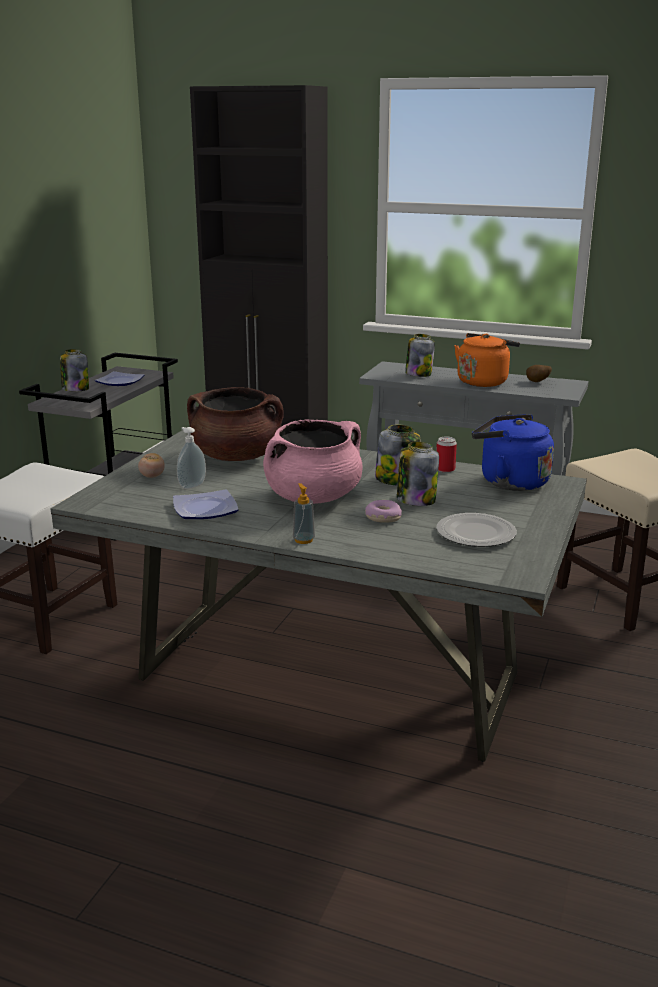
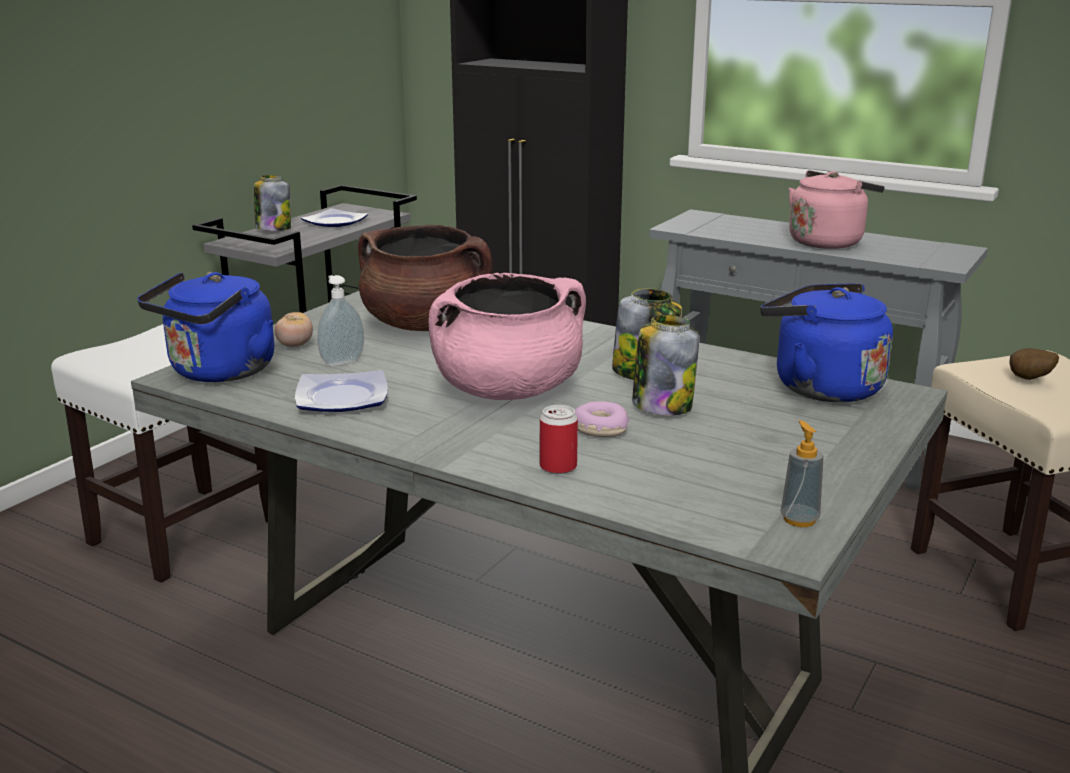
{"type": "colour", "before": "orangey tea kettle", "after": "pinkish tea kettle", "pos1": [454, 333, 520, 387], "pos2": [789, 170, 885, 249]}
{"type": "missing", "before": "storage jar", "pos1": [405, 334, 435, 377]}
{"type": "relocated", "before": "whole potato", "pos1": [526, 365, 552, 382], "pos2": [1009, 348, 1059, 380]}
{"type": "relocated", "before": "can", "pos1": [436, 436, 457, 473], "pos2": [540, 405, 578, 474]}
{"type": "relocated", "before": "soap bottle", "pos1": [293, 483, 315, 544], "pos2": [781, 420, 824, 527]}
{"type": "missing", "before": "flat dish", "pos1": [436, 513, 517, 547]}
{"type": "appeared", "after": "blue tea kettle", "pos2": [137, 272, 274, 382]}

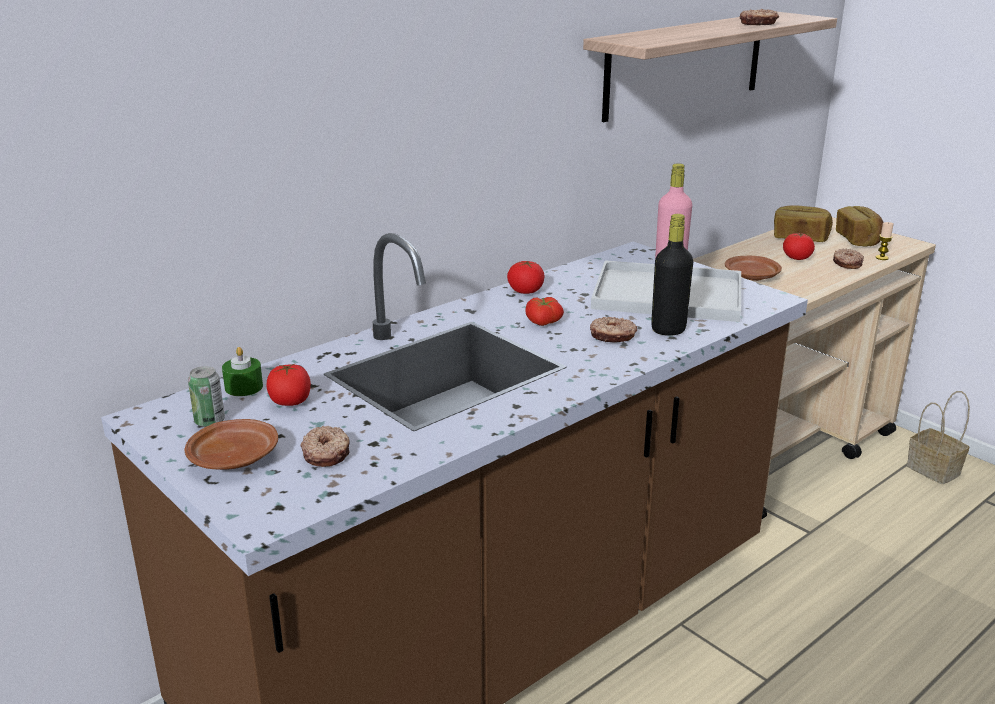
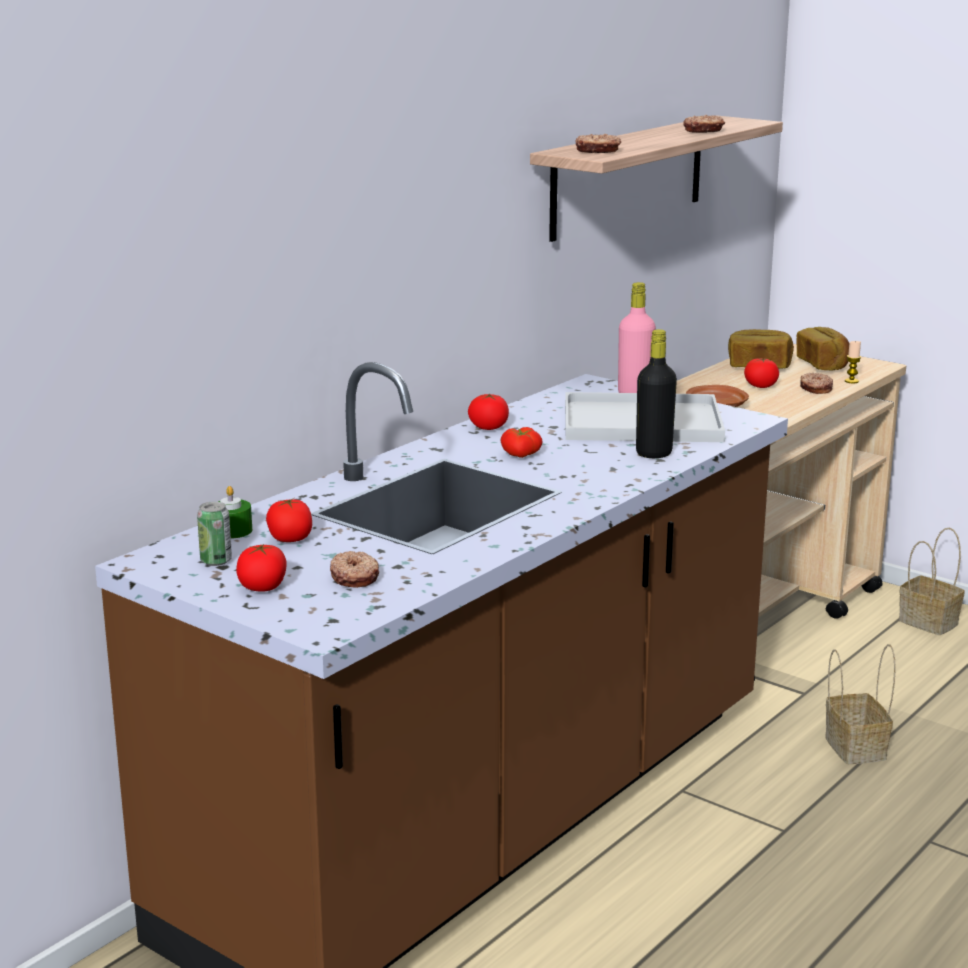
{"type": "relocated", "before": "ring doughnut", "pos1": [590, 317, 637, 343], "pos2": [575, 134, 621, 153]}
{"type": "exchanged", "before": "brownish flat dish", "after": "whole tomato", "pos1": [184, 419, 278, 470], "pos2": [236, 544, 287, 592]}
{"type": "appeared", "after": "household basket", "pos2": [825, 644, 896, 764]}

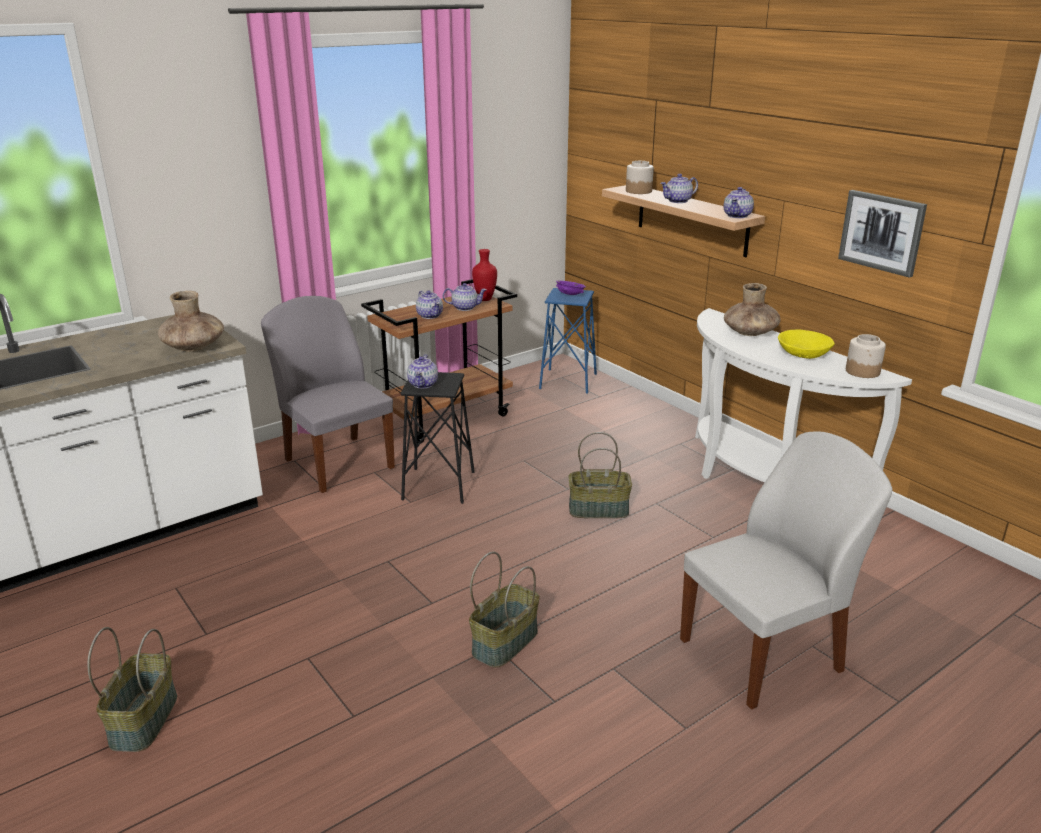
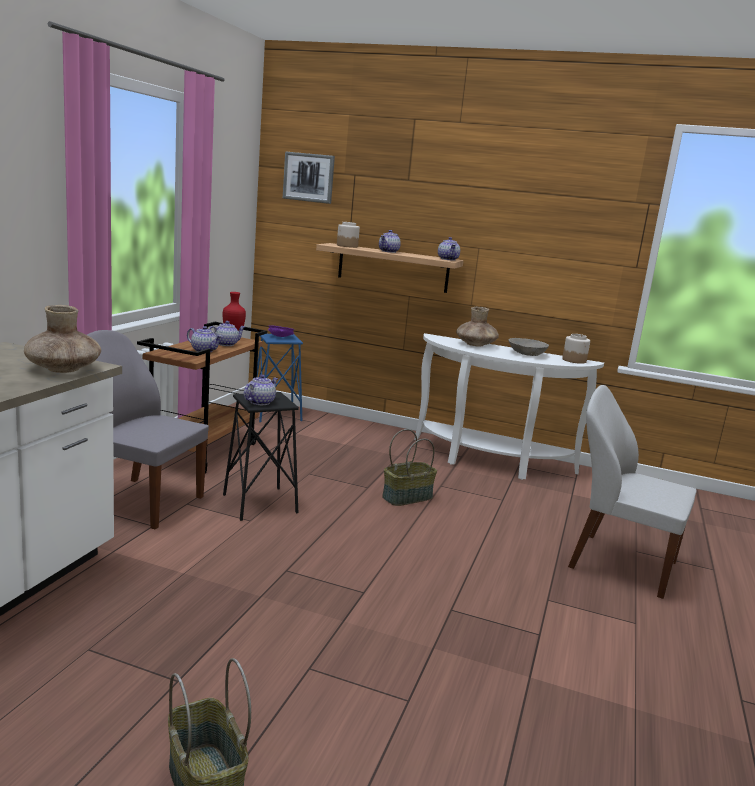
{"type": "relocated", "before": "picture", "pos1": [838, 190, 927, 278], "pos2": [283, 151, 335, 204]}
{"type": "colour", "before": "yellow bowl", "after": "grey bowl", "pos1": [778, 330, 835, 359], "pos2": [508, 338, 549, 356]}
{"type": "spun", "before": "teapot", "pos1": [407, 354, 438, 388], "pos2": [244, 375, 278, 405], "turn": -120}
{"type": "spun", "before": "white upright chair", "pos1": [680, 431, 893, 710], "pos2": [568, 385, 697, 599], "turn": -90}
{"type": "missing", "before": "household basket", "pos1": [469, 551, 540, 668]}

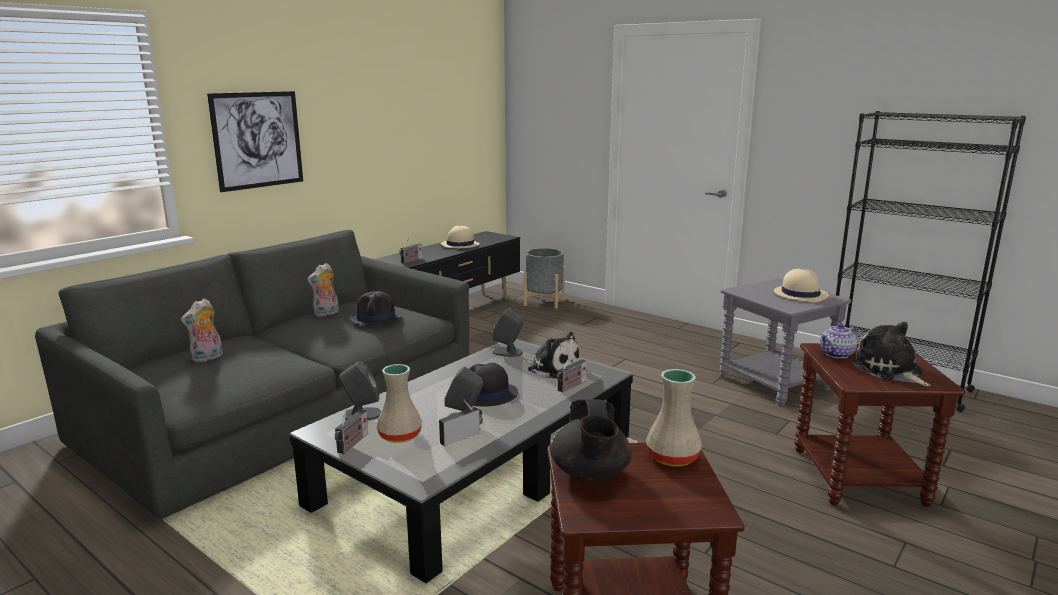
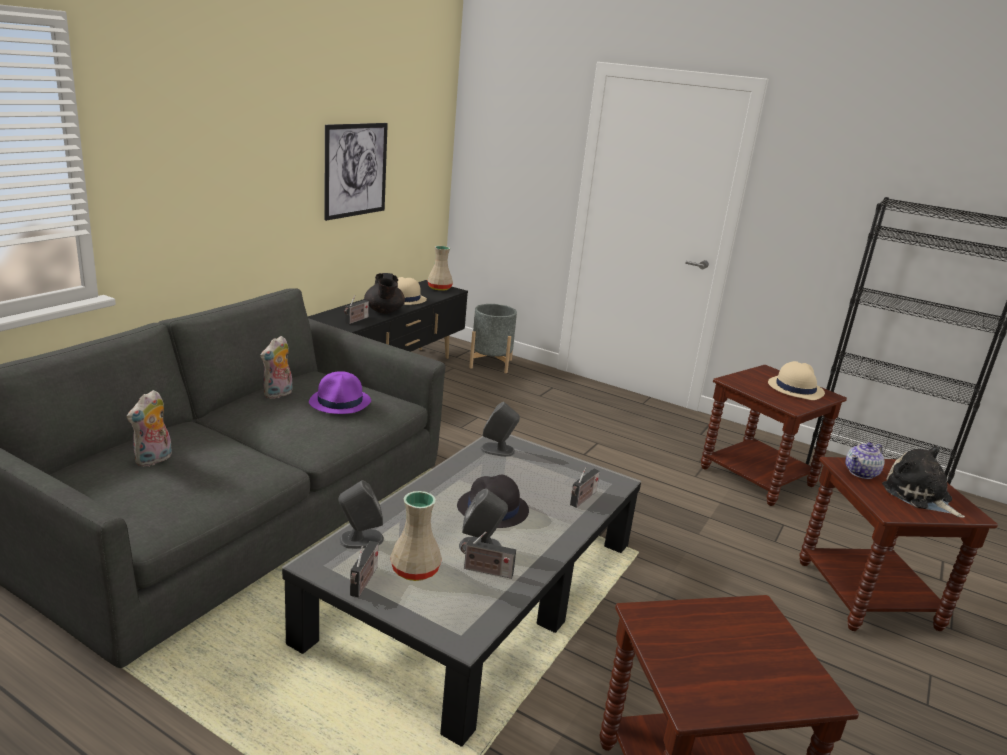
{"type": "relocated", "before": "picture", "pos1": [207, 91, 303, 192], "pos2": [324, 123, 388, 221]}
{"type": "colour", "before": "grey end table", "after": "brownish end table", "pos1": [719, 278, 851, 406], "pos2": [701, 365, 847, 506]}
{"type": "colour", "before": "black hat", "after": "purple-coloured hat", "pos1": [349, 291, 403, 325], "pos2": [309, 371, 371, 414]}
{"type": "missing", "before": "cuddly toy", "pos1": [521, 332, 580, 379]}
{"type": "relocated", "before": "sand-coloured vase", "pos1": [646, 369, 702, 466], "pos2": [427, 246, 453, 291]}
{"type": "relocated", "before": "black teapot", "pos1": [550, 399, 631, 482], "pos2": [364, 273, 405, 314]}
{"type": "spun", "before": "radio set", "pos1": [439, 400, 482, 446], "pos2": [461, 532, 516, 579], "turn": -120}

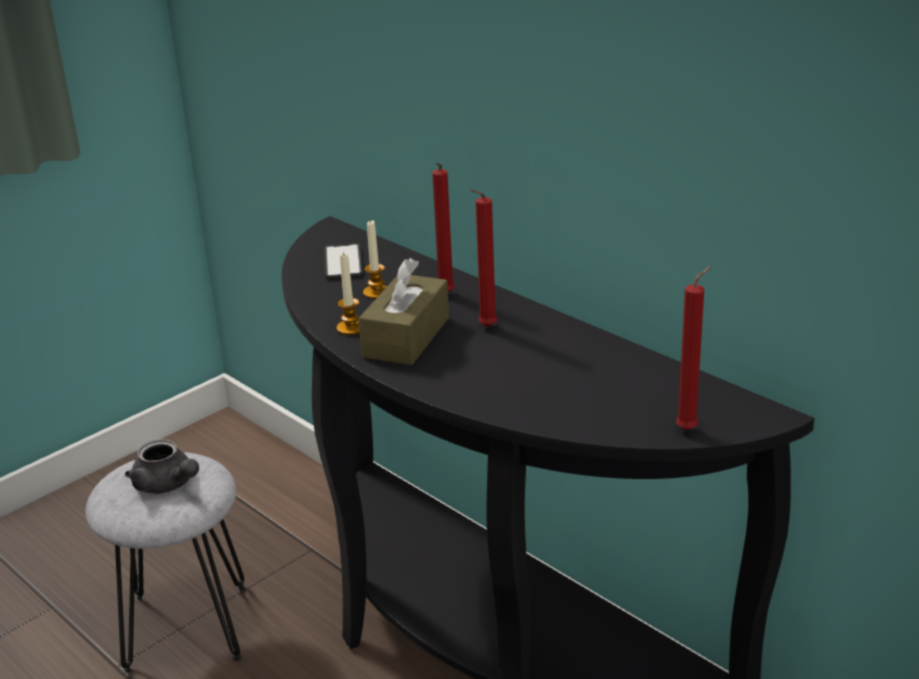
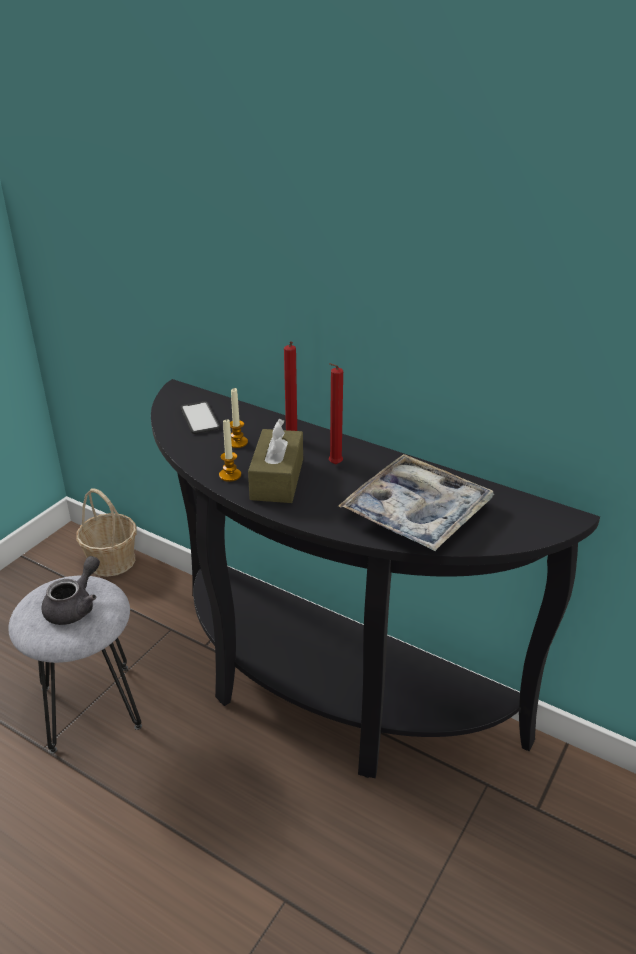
{"type": "missing", "before": "red wax light", "pos1": [676, 266, 711, 430]}
{"type": "spun", "before": "grey teapot", "pos1": [125, 439, 199, 494], "pos2": [42, 556, 100, 625], "turn": -90}
{"type": "appeared", "after": "serving tray", "pos2": [338, 454, 494, 551]}
{"type": "appeared", "after": "household basket", "pos2": [76, 488, 137, 577]}

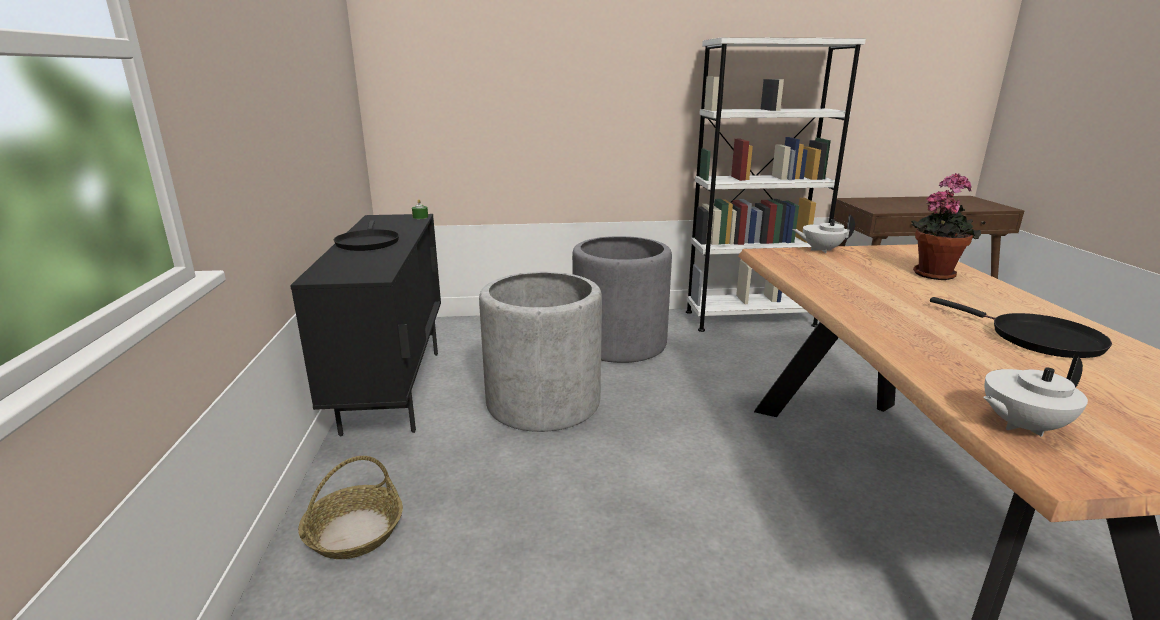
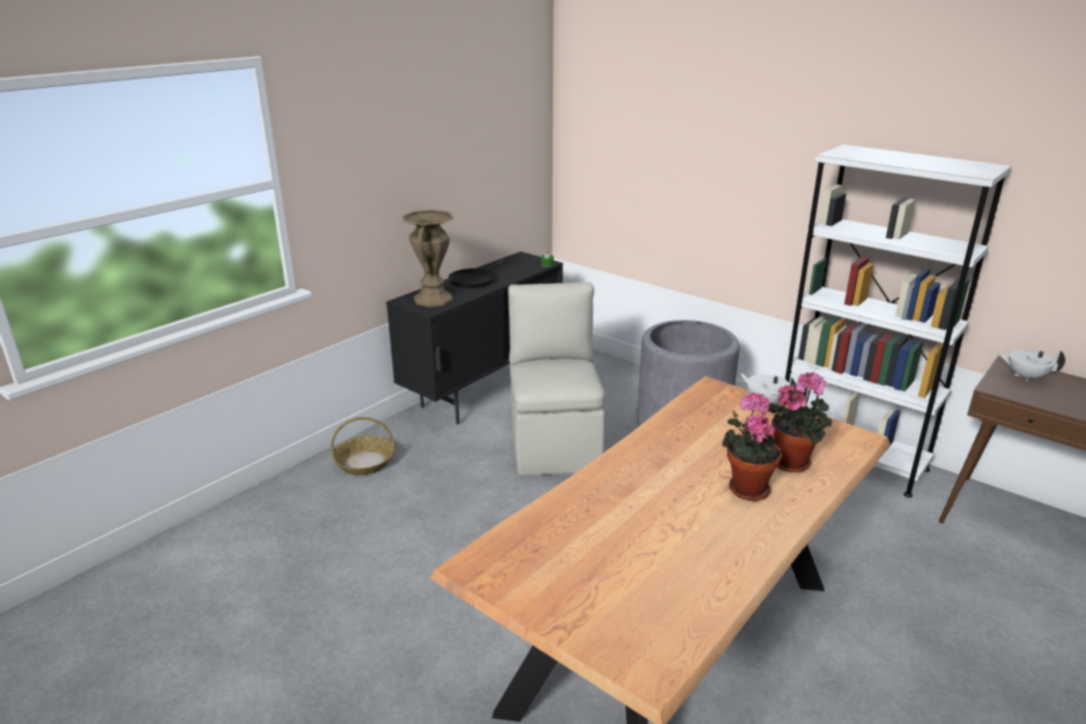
{"type": "exchanged", "before": "grey planter", "after": "sand-coloured upright chair", "pos1": [479, 272, 602, 432], "pos2": [508, 282, 605, 476]}
{"type": "missing", "before": "black frying pan", "pos1": [930, 297, 1112, 358]}
{"type": "relocated", "before": "white teapot", "pos1": [983, 355, 1088, 437], "pos2": [997, 350, 1065, 381]}
{"type": "appeared", "after": "brownish vase", "pos2": [402, 210, 454, 307]}
{"type": "appeared", "after": "houseplant", "pos2": [722, 392, 782, 501]}

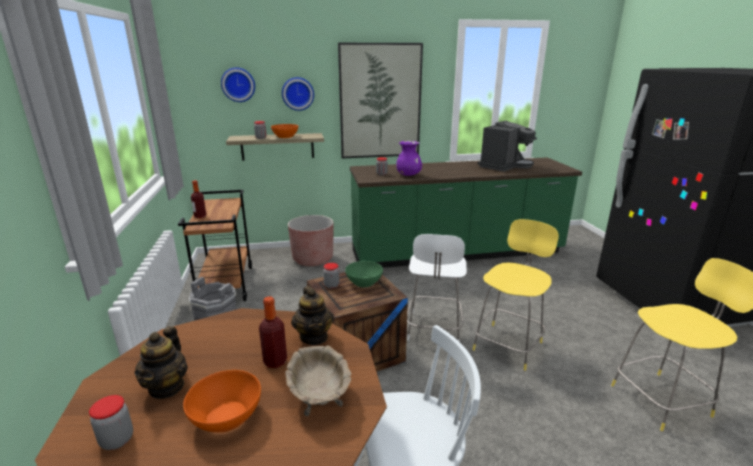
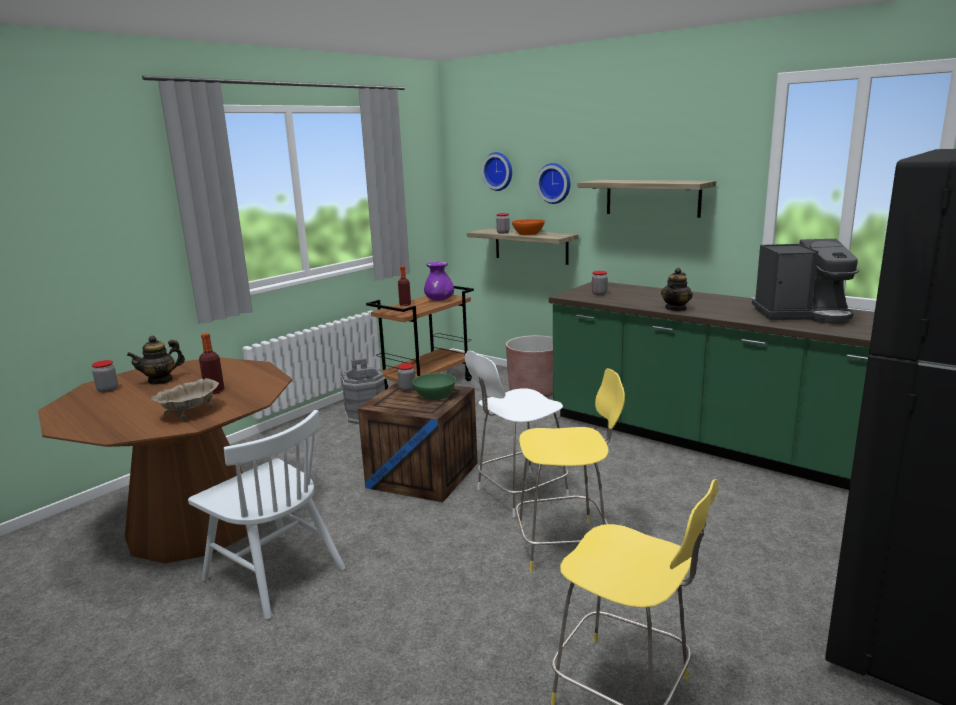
{"type": "exchanged", "before": "picture", "after": "wall shelf", "pos1": [338, 43, 423, 158], "pos2": [577, 180, 716, 218]}
{"type": "relocated", "before": "purple-coloured vase", "pos1": [396, 141, 422, 176], "pos2": [424, 262, 454, 301]}
{"type": "relocated", "before": "teapot", "pos1": [291, 286, 334, 345], "pos2": [661, 268, 693, 311]}
{"type": "missing", "before": "orangey bowl", "pos1": [183, 370, 261, 433]}

